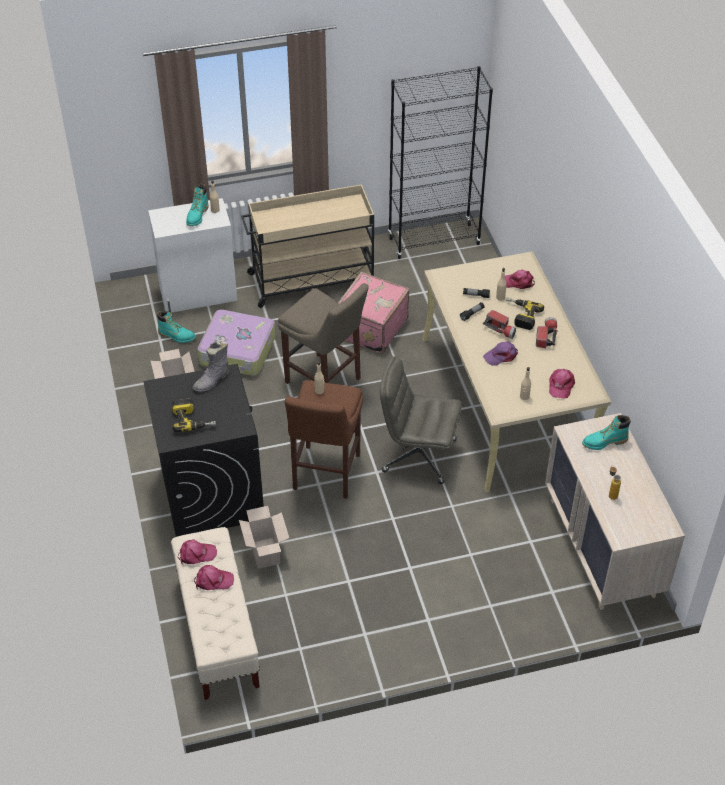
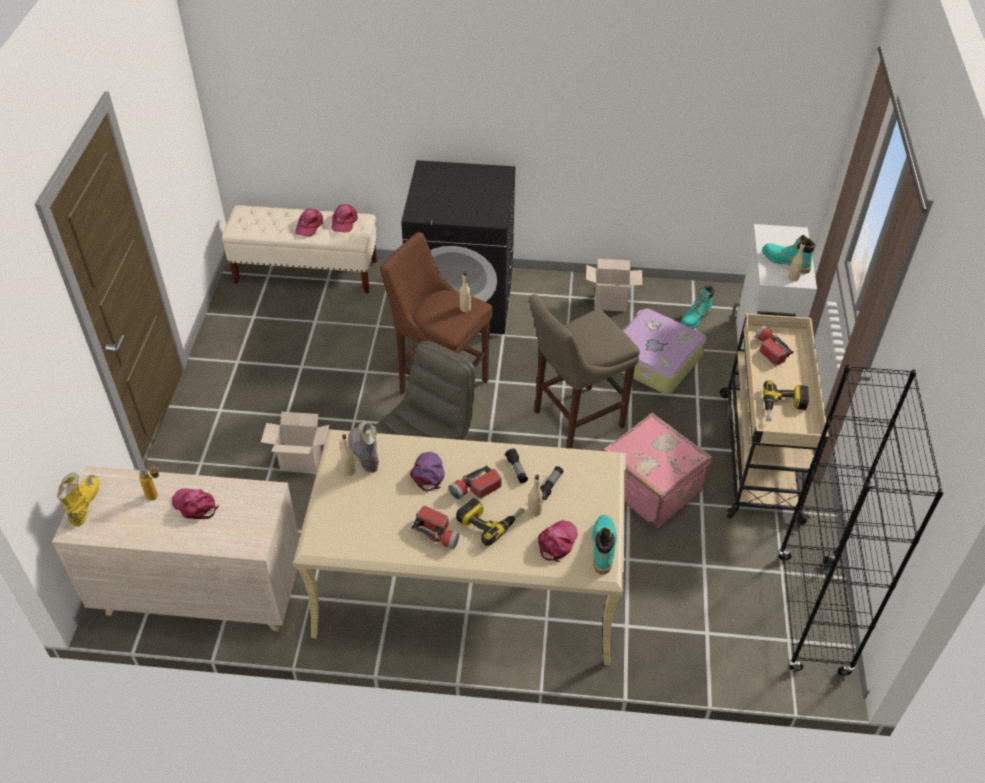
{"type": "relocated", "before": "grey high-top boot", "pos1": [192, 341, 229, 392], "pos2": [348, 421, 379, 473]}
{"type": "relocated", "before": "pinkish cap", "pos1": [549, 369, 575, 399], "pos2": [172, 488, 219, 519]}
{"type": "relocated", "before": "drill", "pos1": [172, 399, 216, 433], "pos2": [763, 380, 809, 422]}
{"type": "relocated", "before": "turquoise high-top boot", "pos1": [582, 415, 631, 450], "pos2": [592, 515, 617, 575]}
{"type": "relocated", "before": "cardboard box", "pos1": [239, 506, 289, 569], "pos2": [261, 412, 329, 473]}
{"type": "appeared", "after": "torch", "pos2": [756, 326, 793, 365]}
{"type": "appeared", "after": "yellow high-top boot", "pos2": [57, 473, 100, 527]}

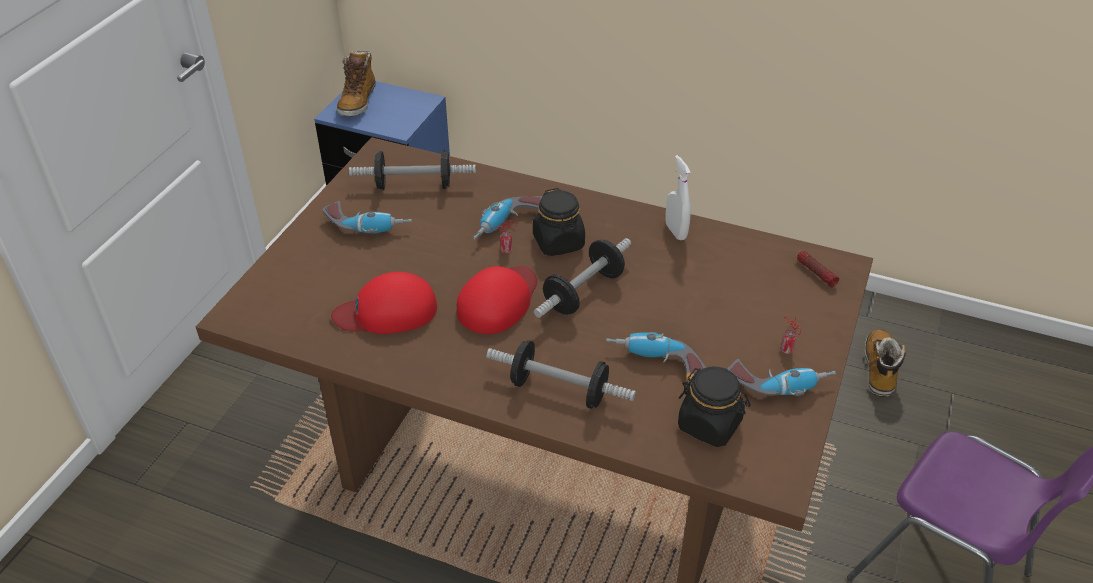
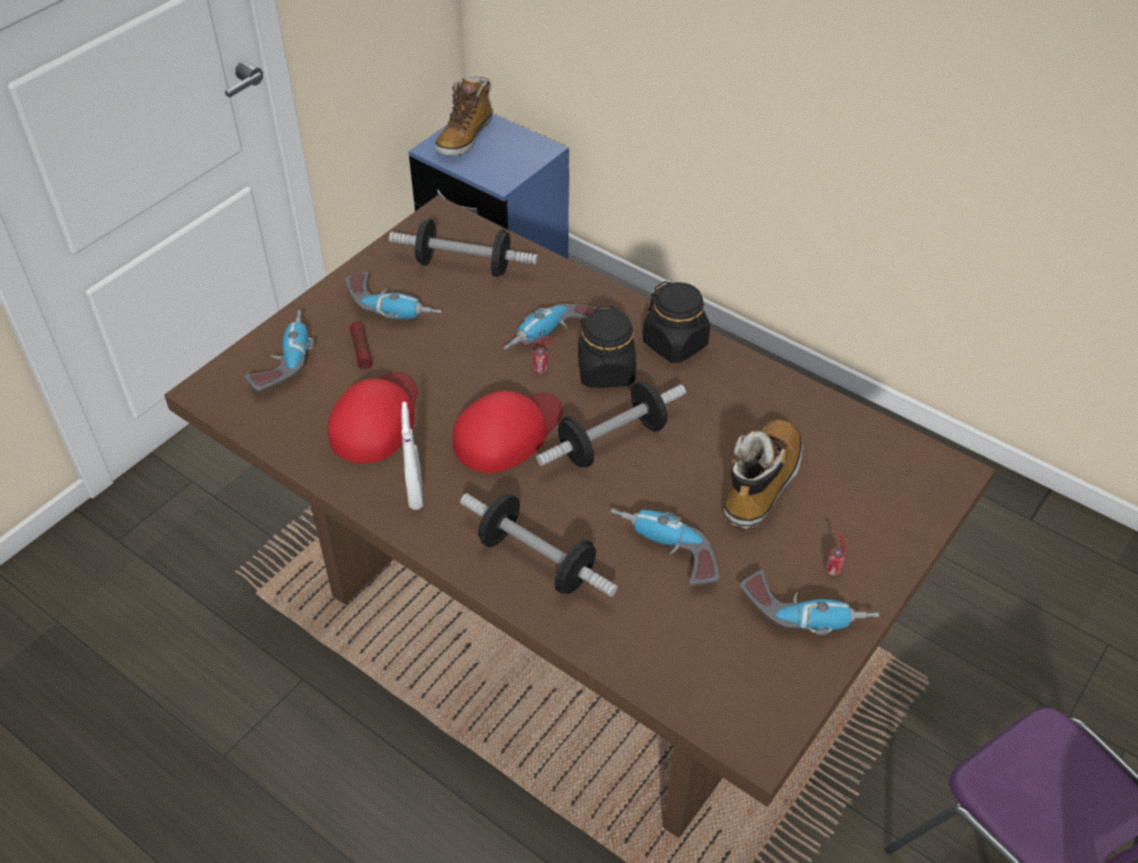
{"type": "relocated", "before": "white sprayer", "pos1": [665, 155, 691, 240], "pos2": [401, 402, 423, 510]}
{"type": "relocated", "before": "torch", "pos1": [797, 251, 839, 287], "pos2": [349, 322, 372, 369]}
{"type": "spun", "before": "red cap", "pos1": [331, 272, 437, 334], "pos2": [327, 372, 418, 463], "turn": 105}
{"type": "relocated", "before": "high-top boot", "pos1": [864, 330, 906, 397], "pos2": [723, 420, 803, 529]}
{"type": "relocated", "before": "black storage jar", "pos1": [678, 367, 751, 447], "pos2": [643, 281, 710, 363]}
{"type": "appeared", "after": "drill", "pos2": [244, 310, 314, 391]}

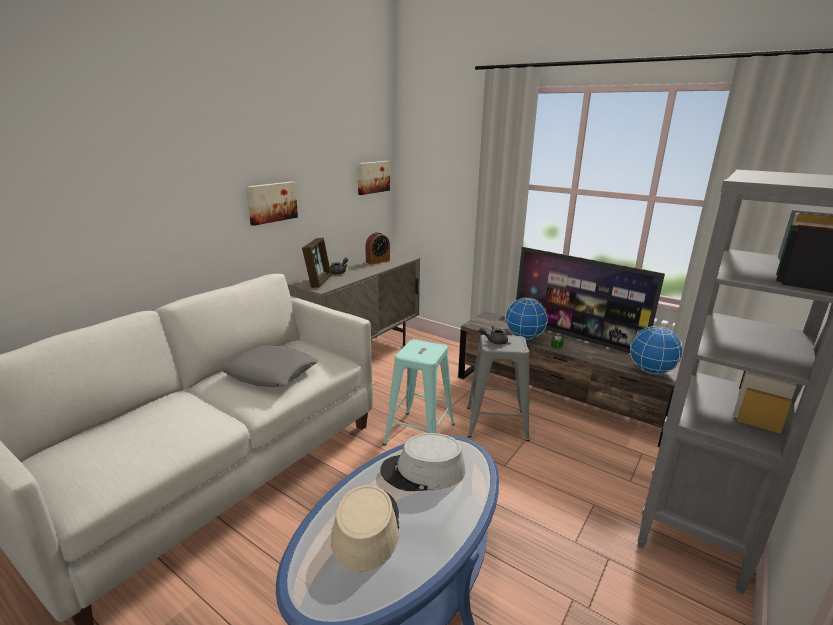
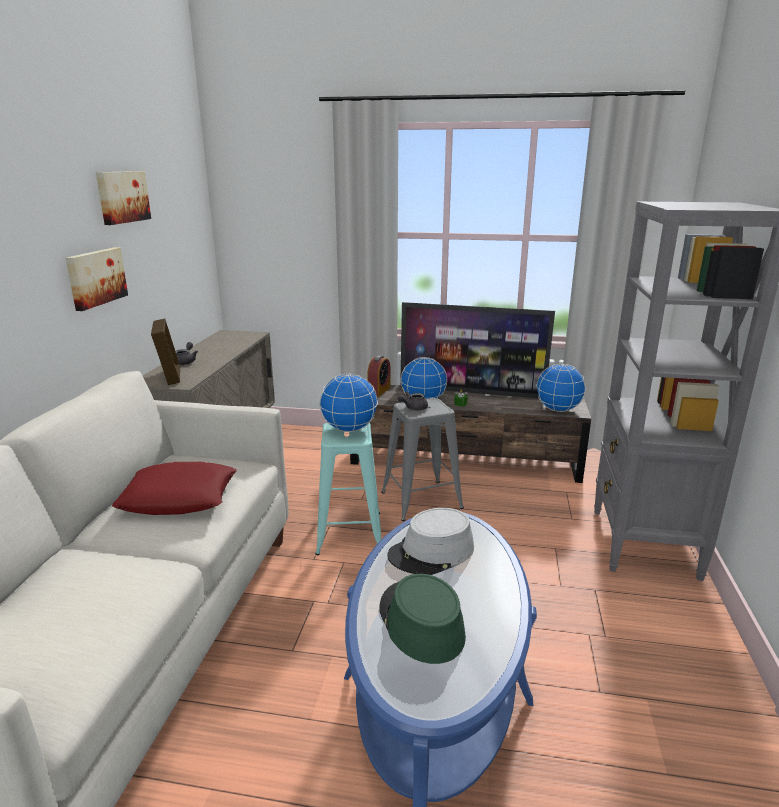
{"type": "relocated", "before": "picture", "pos1": [357, 161, 390, 195], "pos2": [96, 171, 151, 225]}
{"type": "relocated", "before": "table clock", "pos1": [365, 232, 390, 264], "pos2": [367, 355, 391, 397]}
{"type": "colour", "before": "grey pillow", "after": "red pillow", "pos1": [221, 345, 318, 387], "pos2": [112, 462, 237, 515]}
{"type": "colour", "before": "sand-coloured hat", "after": "green-coloured hat", "pos1": [331, 485, 399, 572], "pos2": [379, 574, 466, 664]}
{"type": "appeared", "after": "world globe", "pos2": [319, 374, 378, 432]}

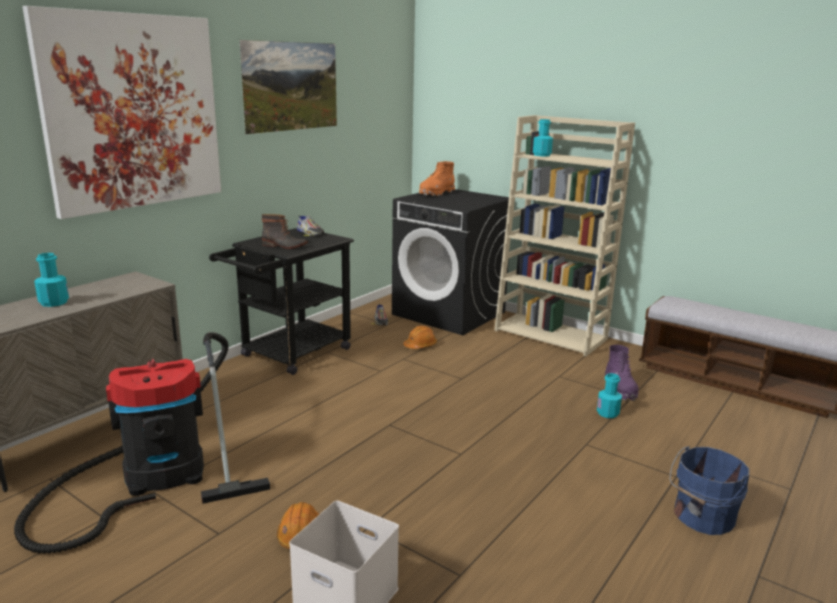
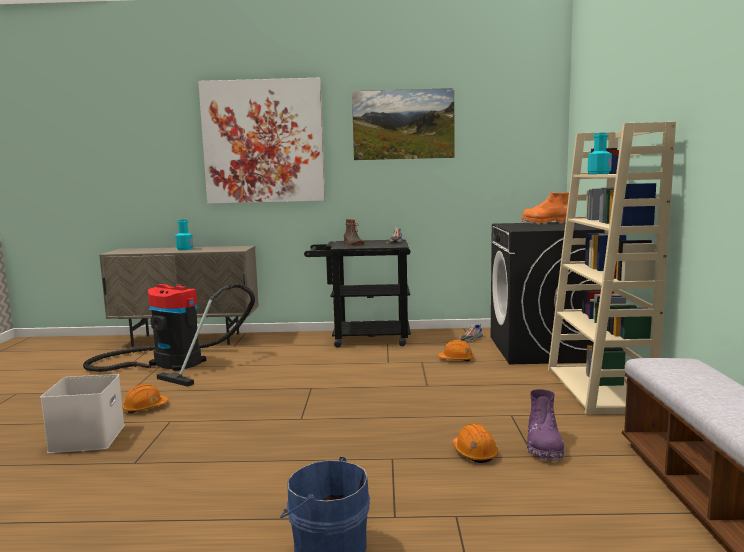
{"type": "spun", "before": "purple-coloured high-top boot", "pos1": [605, 345, 639, 401], "pos2": [527, 389, 564, 462], "turn": -45}
{"type": "exchanged", "before": "turquoise beverage bottle", "after": "orangey work helmet", "pos1": [597, 373, 622, 418], "pos2": [452, 424, 498, 463]}

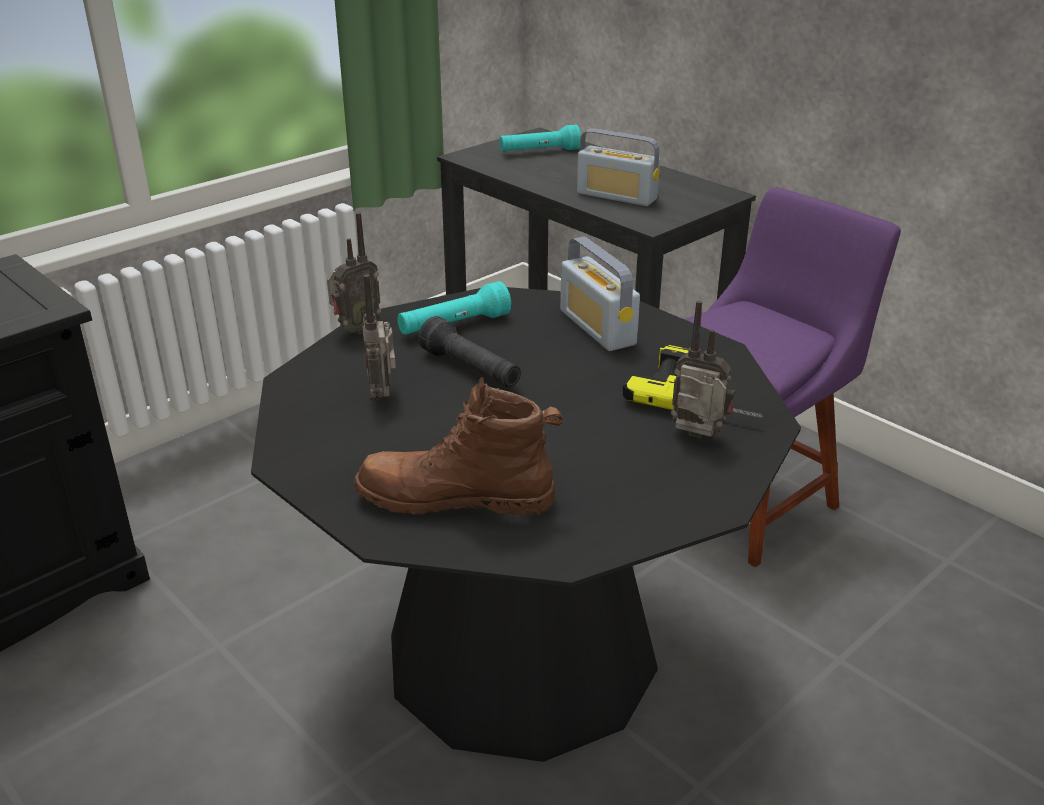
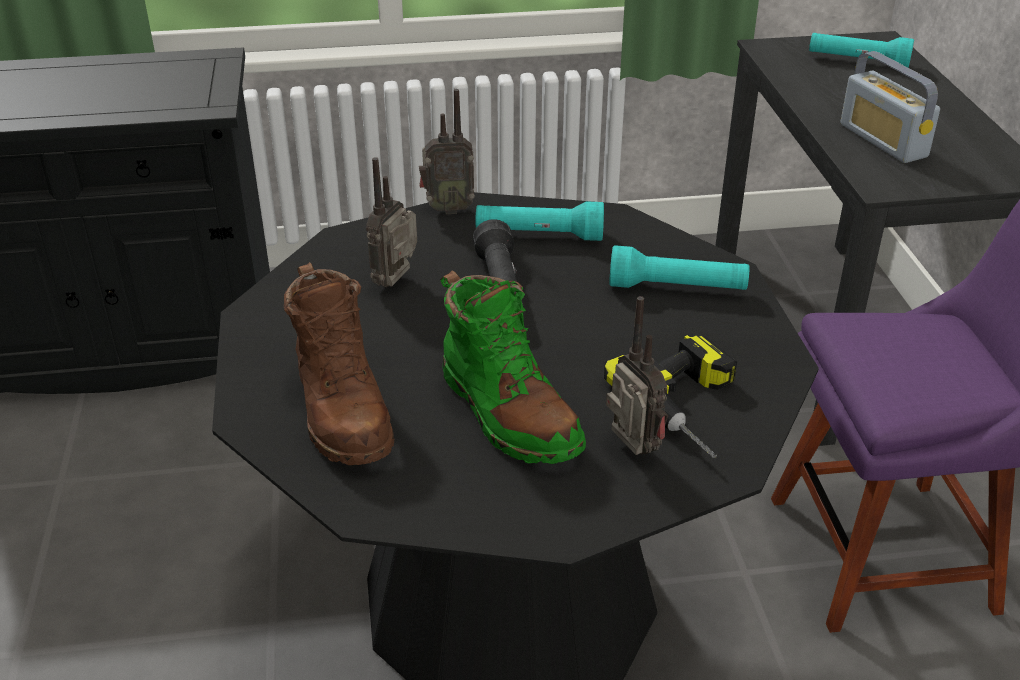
{"type": "exchanged", "before": "radio set", "after": "turquoise torch", "pos1": [560, 237, 640, 351], "pos2": [609, 245, 749, 290]}
{"type": "spun", "before": "brownish high-top boot", "pos1": [354, 377, 563, 516], "pos2": [284, 262, 395, 465], "turn": -150}
{"type": "appeared", "after": "green-coloured high-top boot", "pos2": [440, 271, 586, 464]}

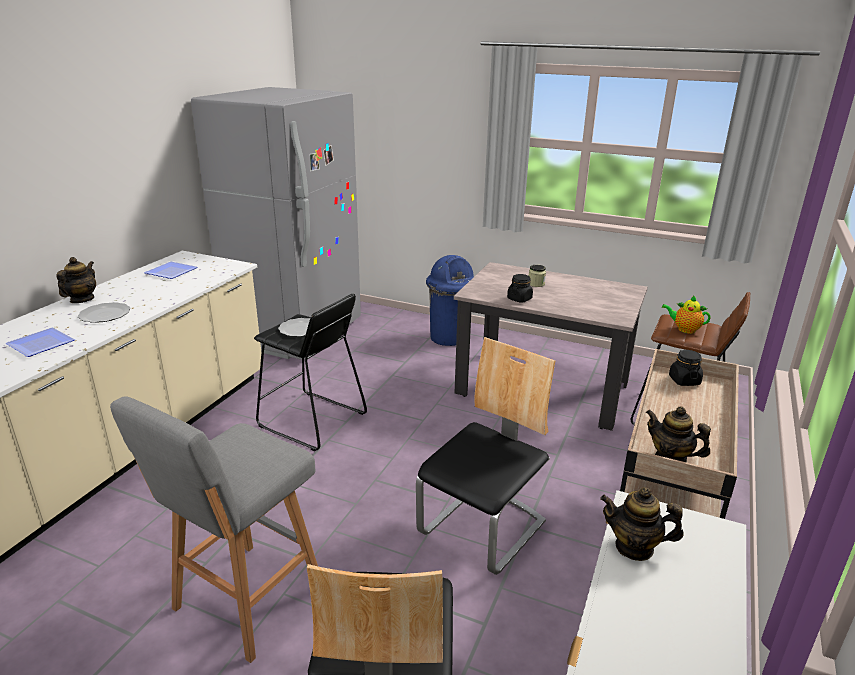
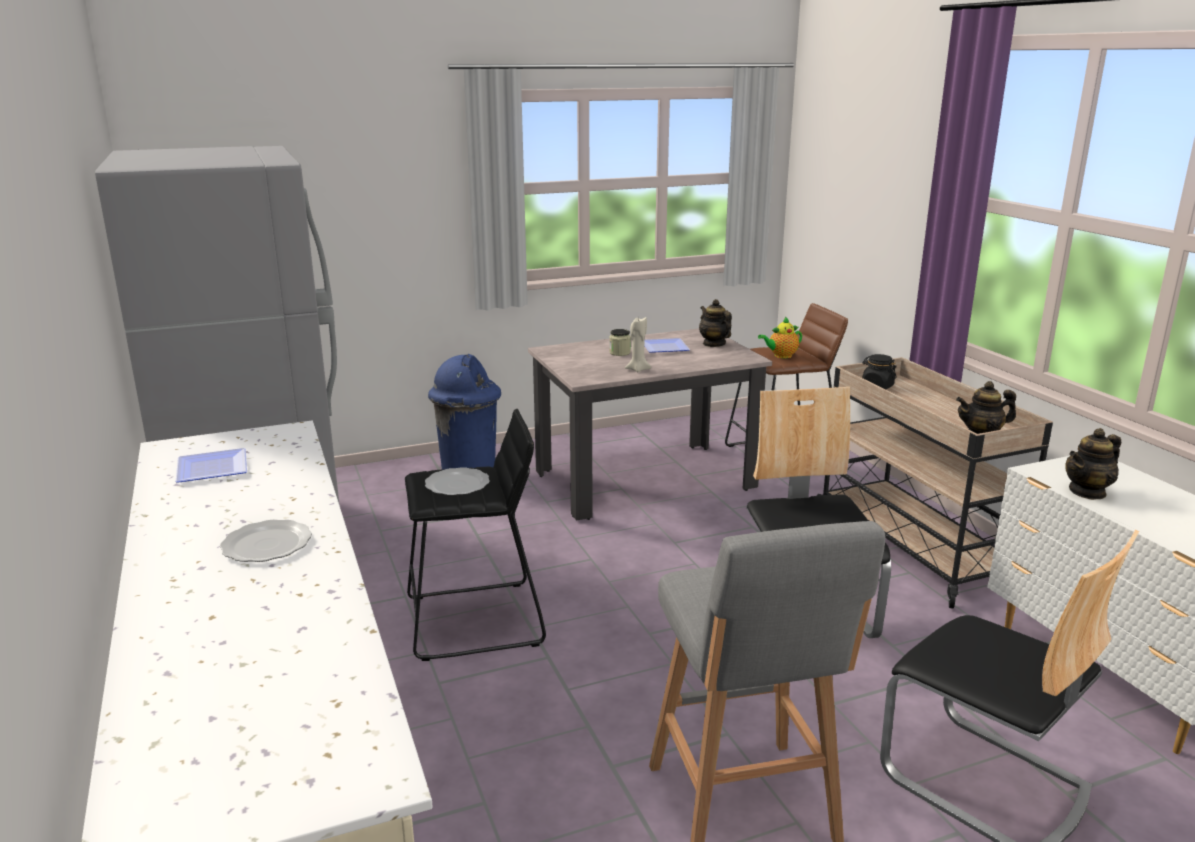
{"type": "relocated", "before": "teapot", "pos1": [57, 257, 96, 303], "pos2": [699, 299, 732, 347]}
{"type": "exchanged", "before": "black storage jar", "after": "sand-coloured wax light", "pos1": [507, 274, 533, 303], "pos2": [625, 317, 651, 372]}
{"type": "relocated", "before": "flat dish", "pos1": [5, 328, 75, 357], "pos2": [644, 338, 690, 353]}

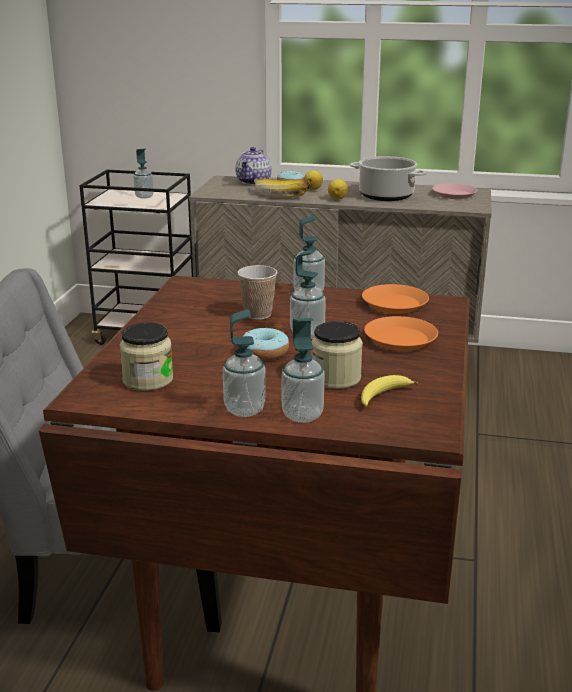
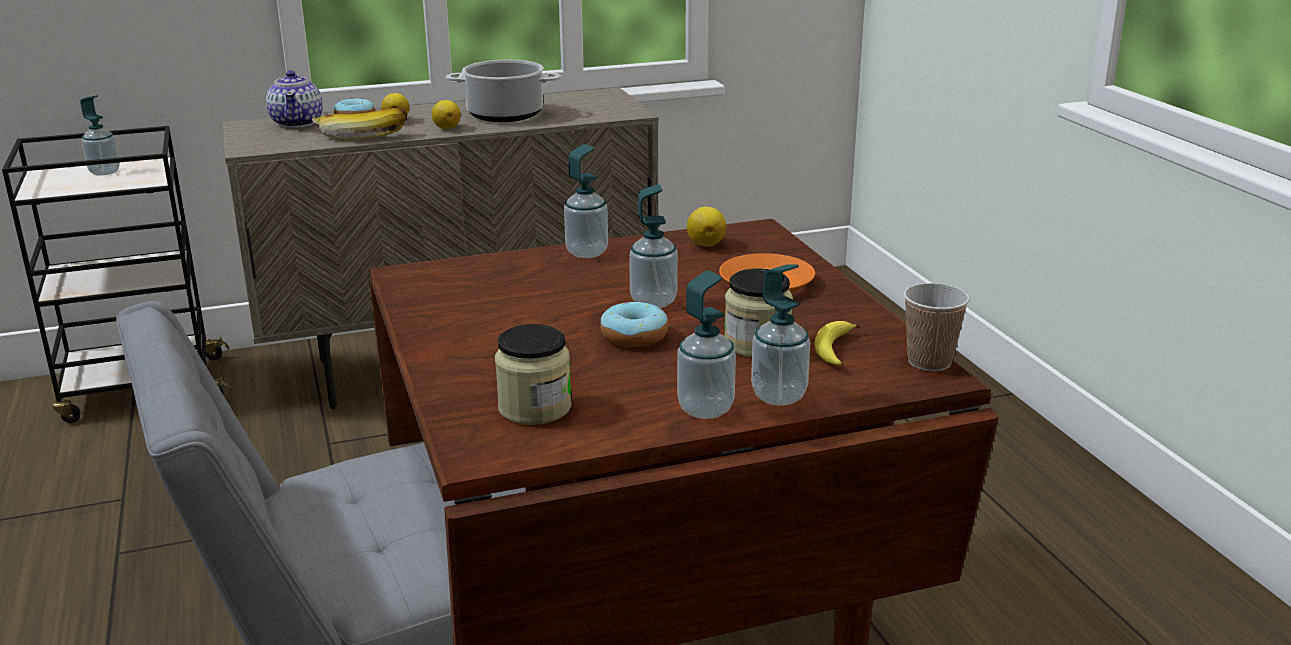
{"type": "missing", "before": "pinkish flat dish", "pos1": [432, 183, 478, 199]}
{"type": "relocated", "before": "drinking cup", "pos1": [238, 265, 277, 320], "pos2": [904, 283, 970, 372]}
{"type": "exchanged", "before": "orangey flat dish", "after": "citrus fruit", "pos1": [362, 284, 429, 314], "pos2": [687, 207, 726, 246]}

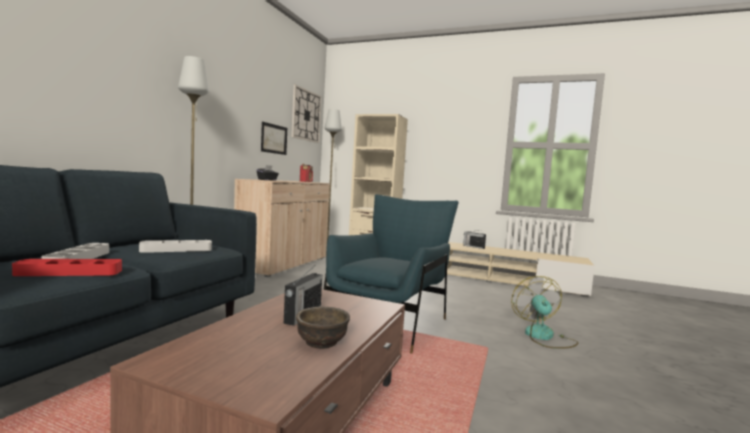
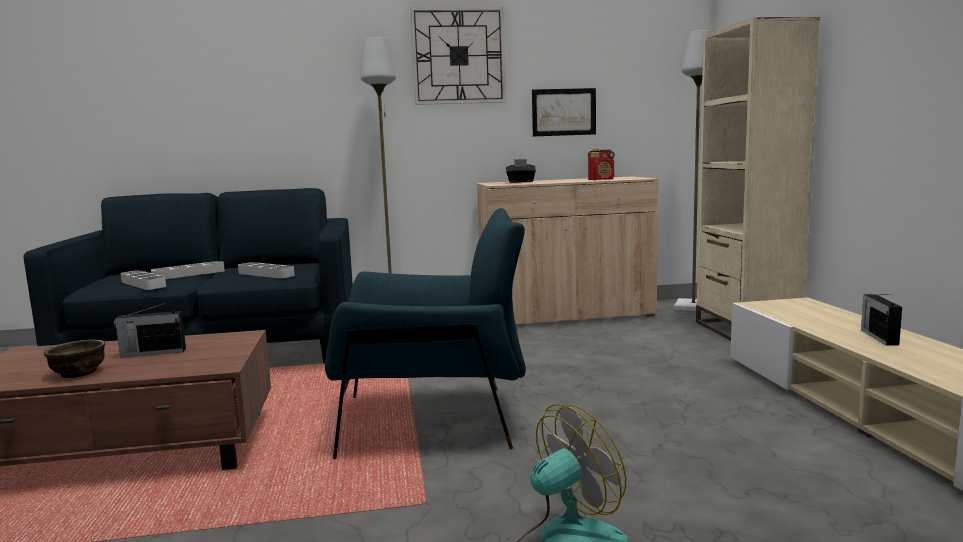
{"type": "relocated", "before": "hanging clock", "pos1": [291, 85, 321, 143], "pos2": [410, 7, 506, 105]}
{"type": "colour", "before": "red serving tray", "after": "grey serving tray", "pos1": [12, 259, 122, 276], "pos2": [121, 270, 166, 290]}

